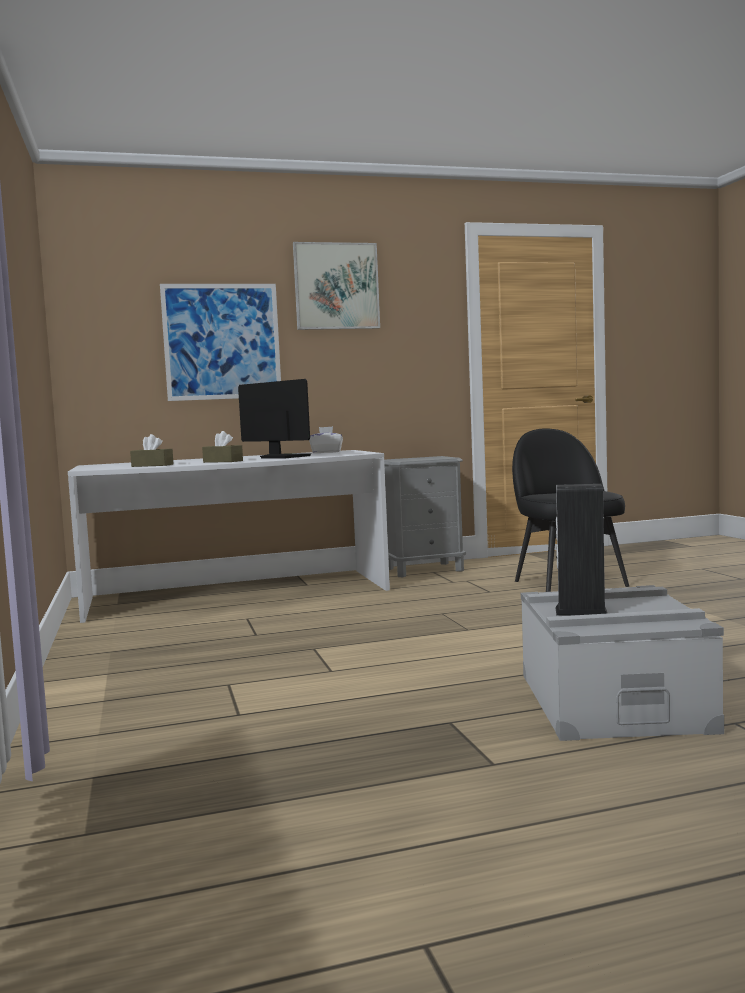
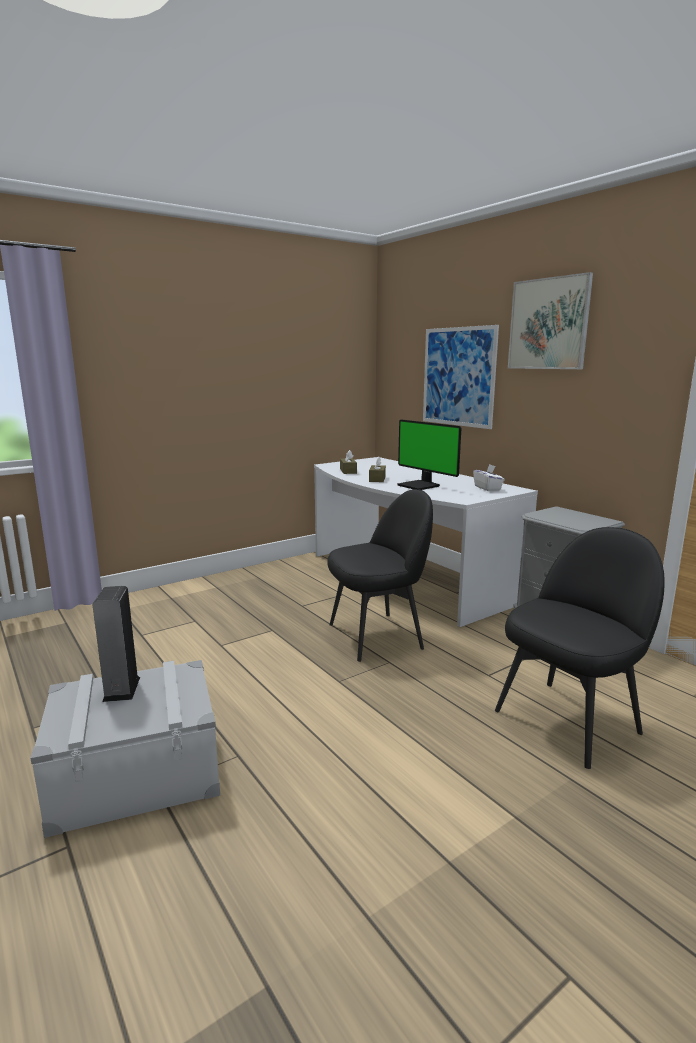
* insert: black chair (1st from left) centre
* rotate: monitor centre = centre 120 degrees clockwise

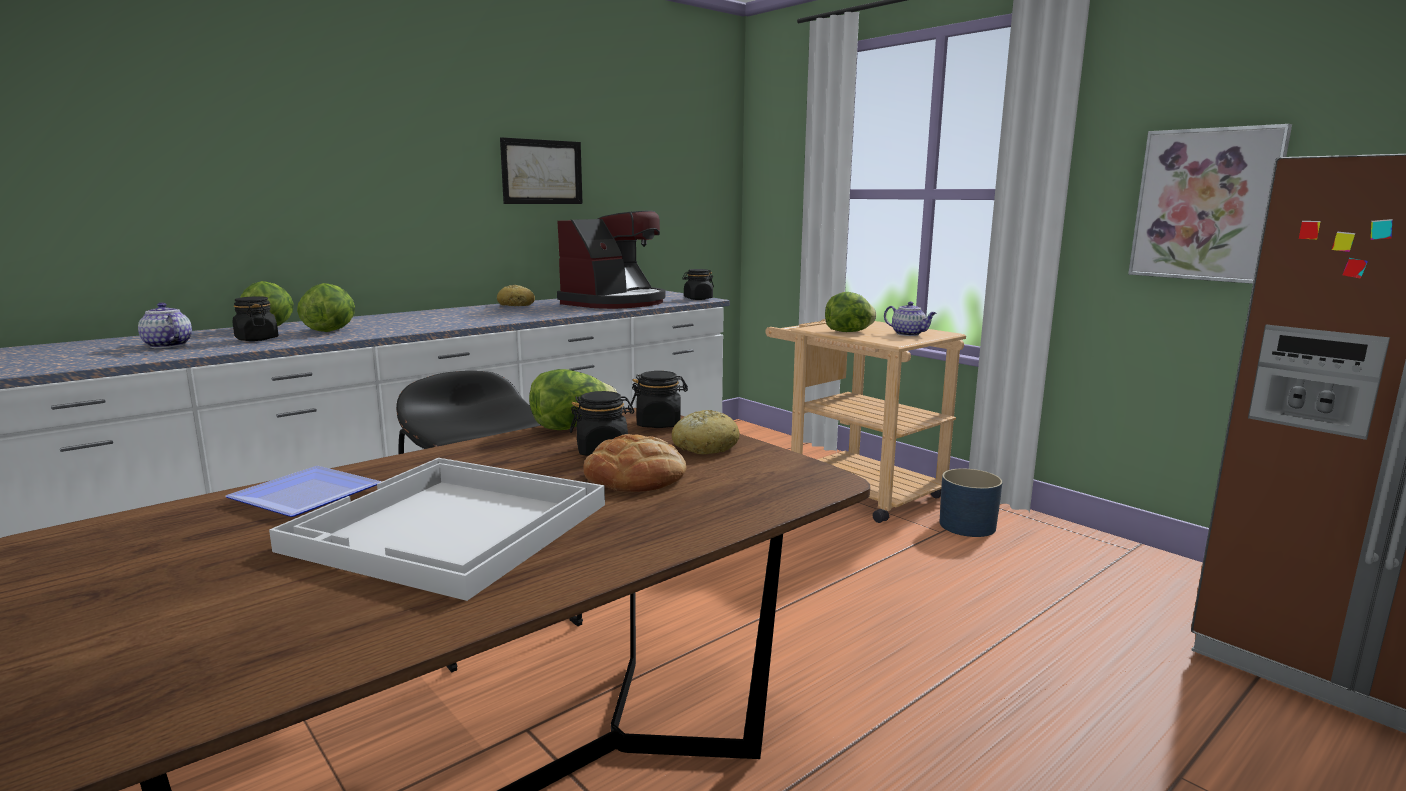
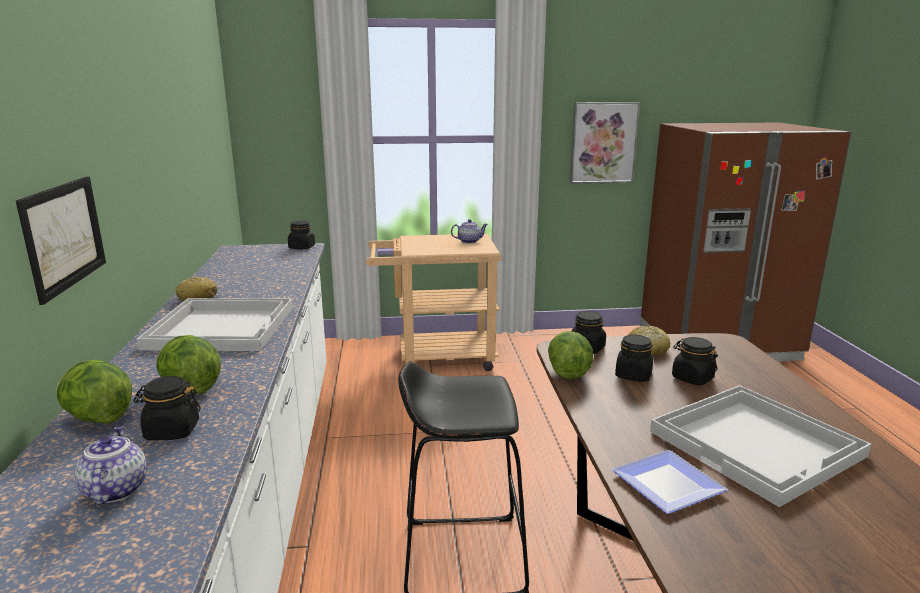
* move: picture (1st from left) top centre to middle left
* rotate: teapot (1st from left) middle left = bottom left 90 degrees clockwise
* insert: white tray (1st from left) middle left
* replace: bread (2nd from left) centre to black jar (5th from left) middle right
* delete: coffee machine top centre
* delete: lettuce (4th from left) centre
* delete: blue planter middle right

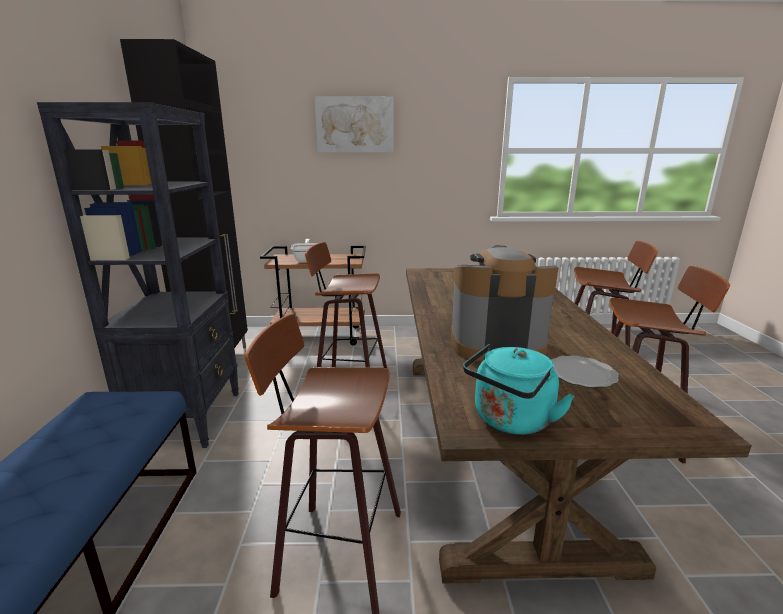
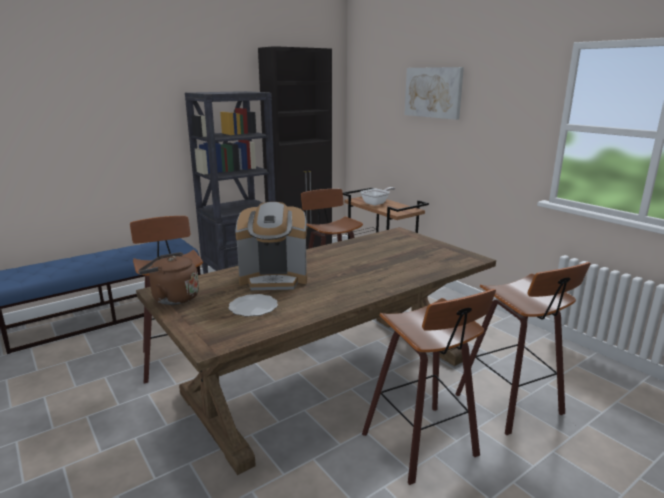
* recolor: turquoise kettle centre to brown kettle middle left
* rotate: coffee machine centre = centre 120 degrees clockwise

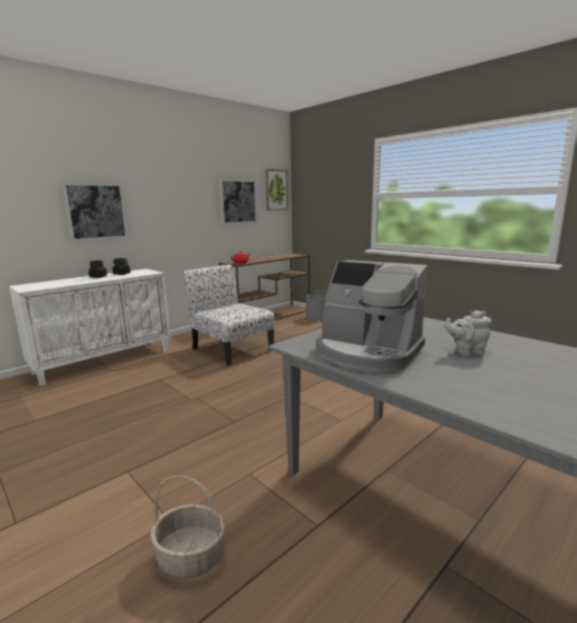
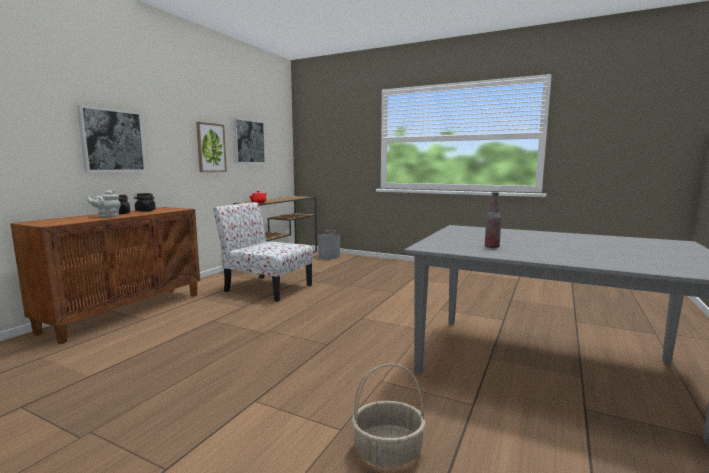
* recolor: white cabinet middle left to brown cabinet middle left
* move: grey teapot middle right to middle left
* move: picture (3rd from left in the first image) top centre to picture (2nd from left) top left
* replace: coffee machine centre to bottle middle right

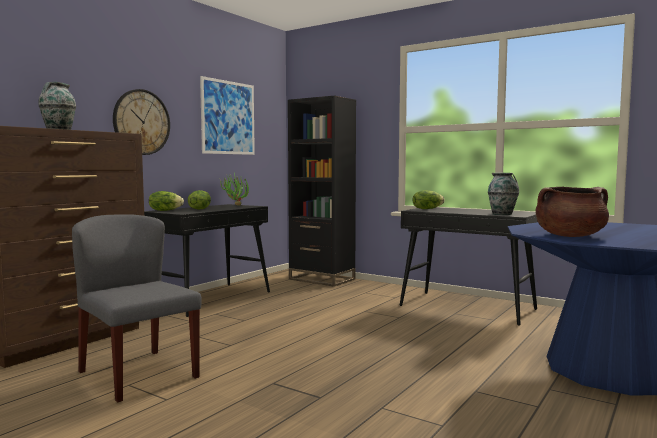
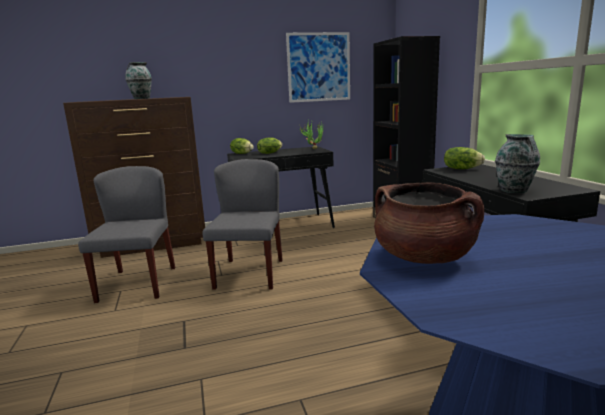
* insert: grey chair (2nd from left) centre
* delete: wall clock top left

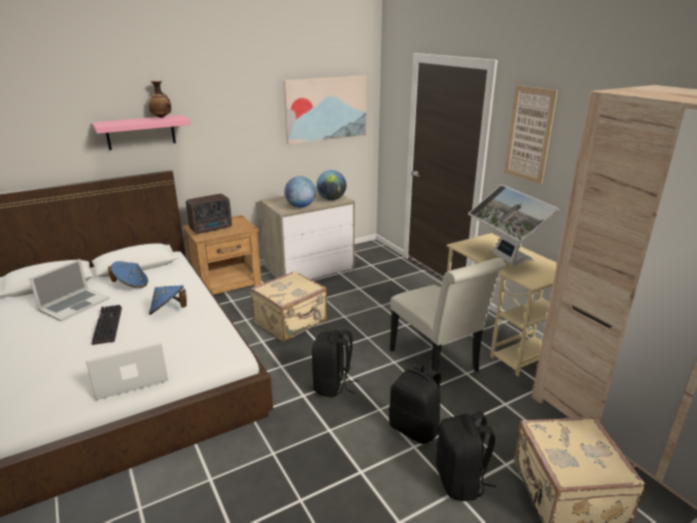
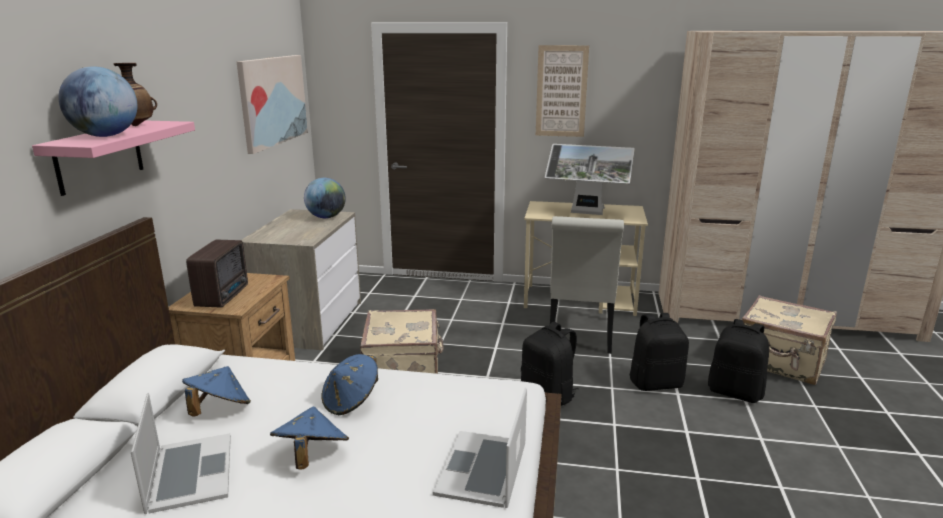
* move: globe (1st from left) centre to top left
* replace: keyboard middle left to blue hat (2nd from left) bottom left
* rotate: white chair centre = centre 90 degrees clockwise

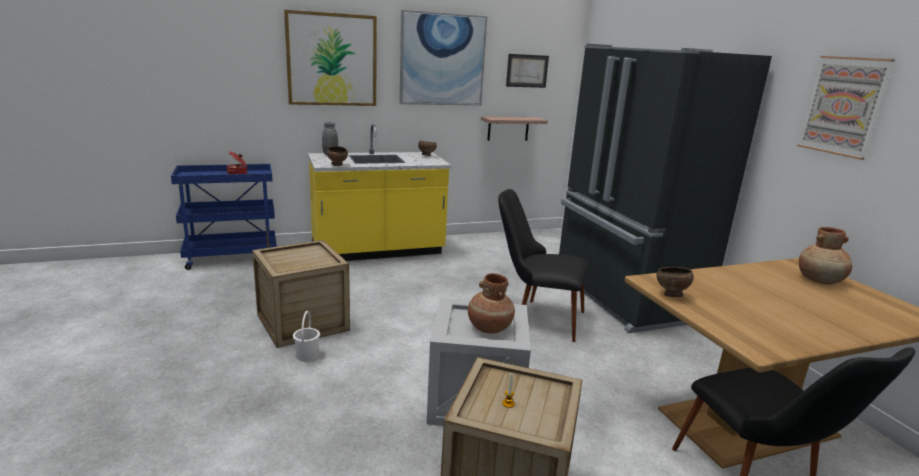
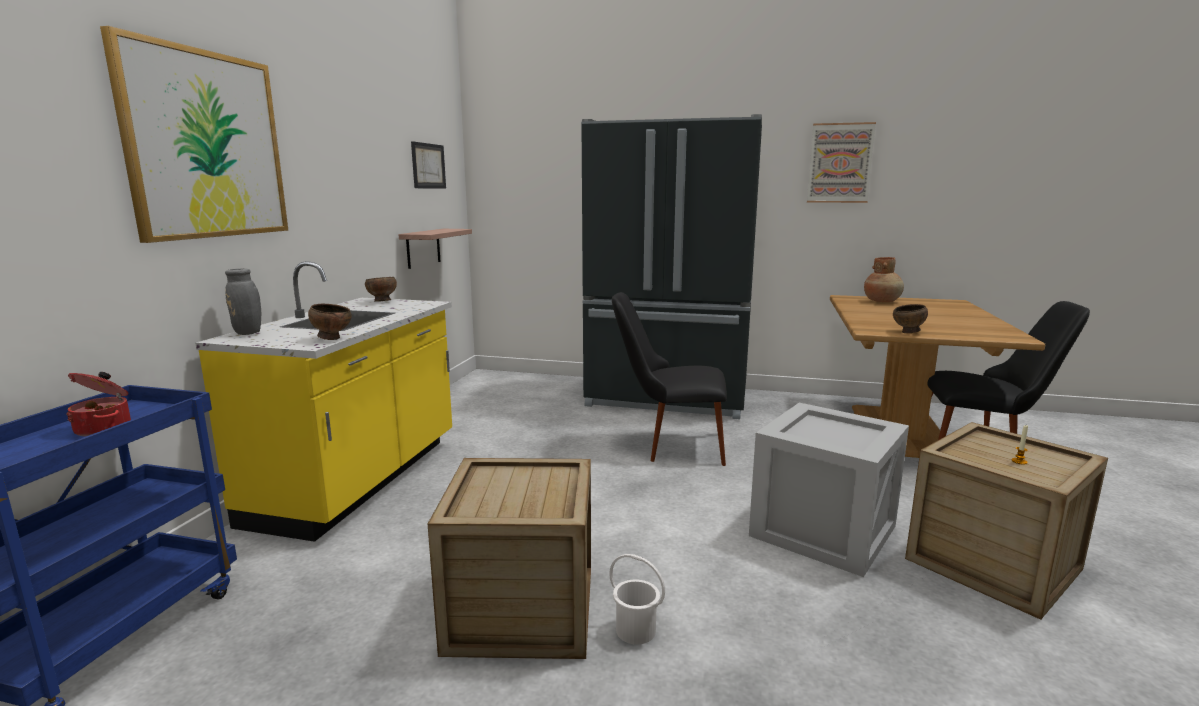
* rotate: black chair (1st from left) centre = centre 45 degrees clockwise
* delete: picture (2nd from left) top centre
* delete: brown vase (1st from left) centre

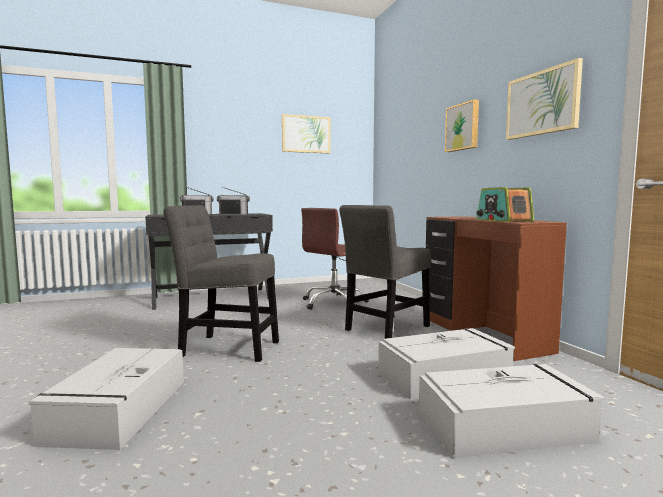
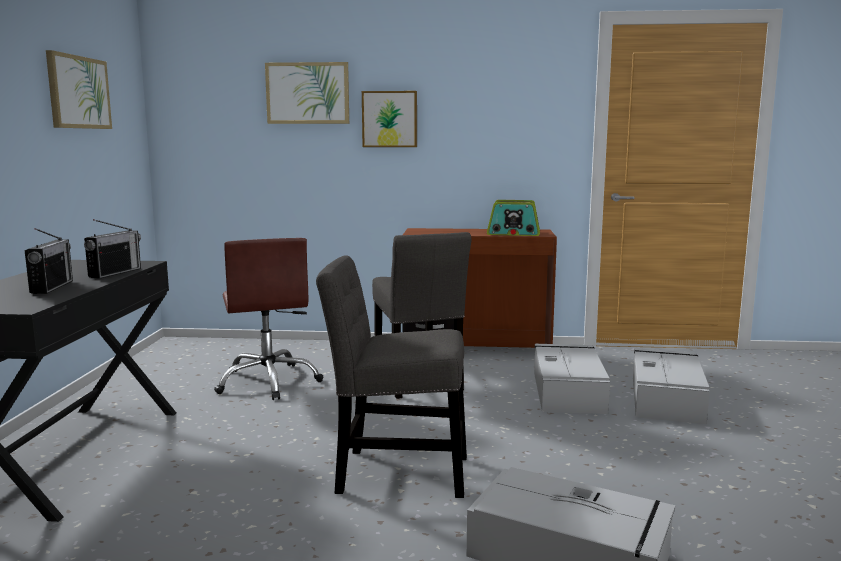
* move: picture (3rd from left in the first image) top right to picture (2nd from left) top centre
* rotate: grey chair (1st from left) centre = bottom centre 60 degrees clockwise

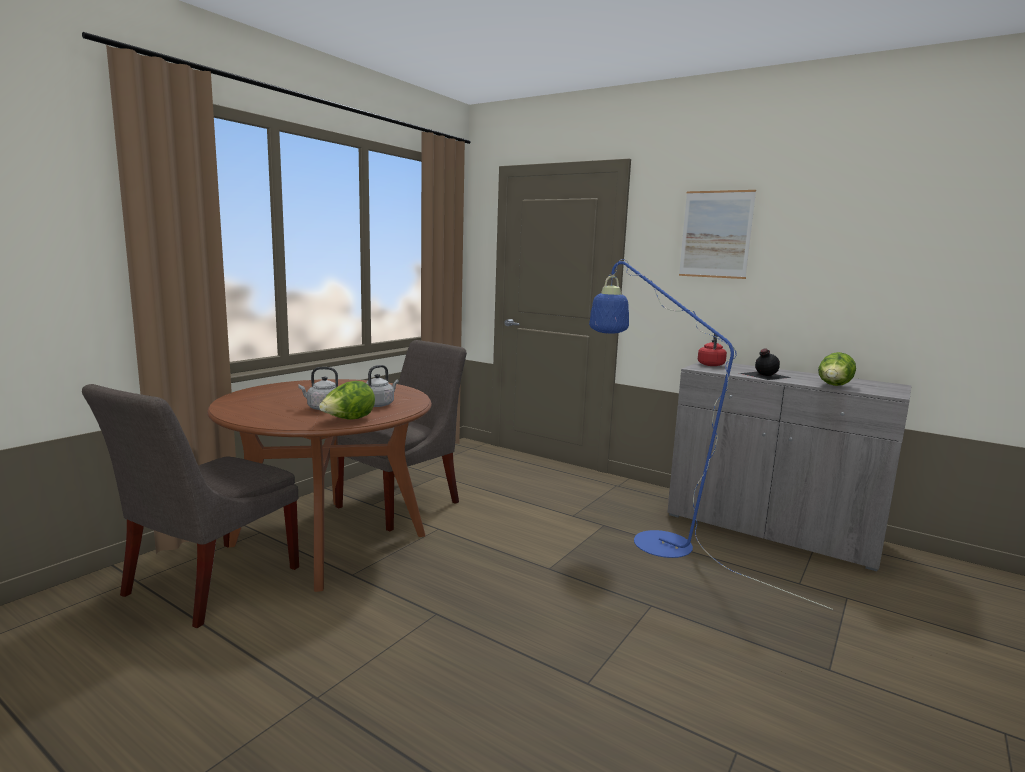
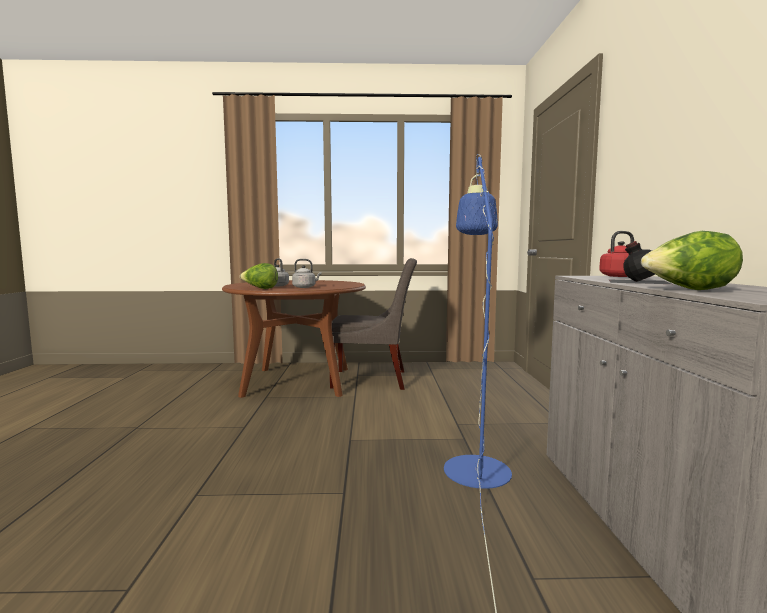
* delete: grey chair (1st from left) middle left
* delete: picture top right

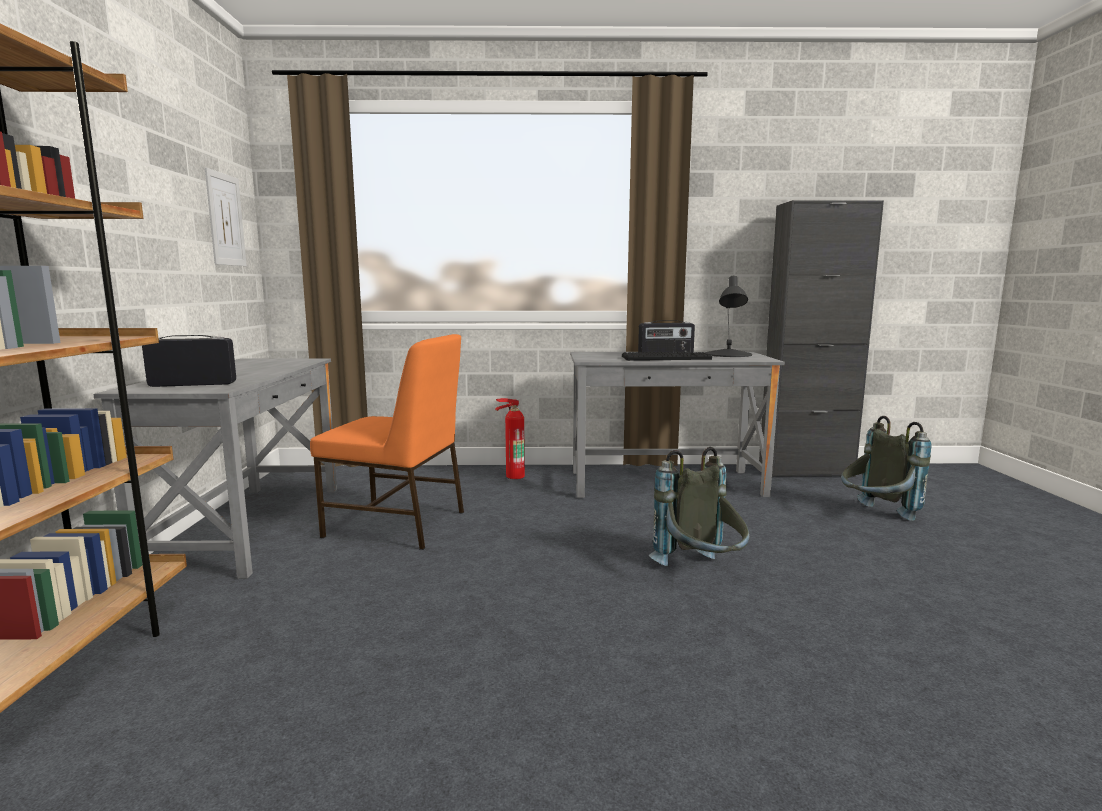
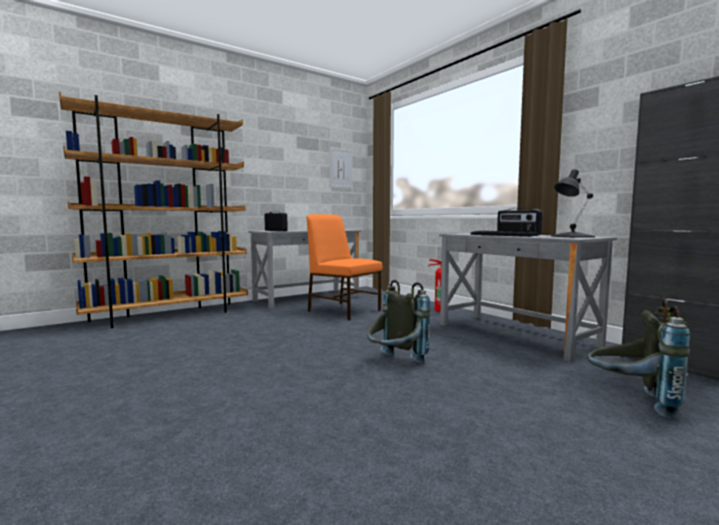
* rotate: orange chair centre = centre 150 degrees clockwise

